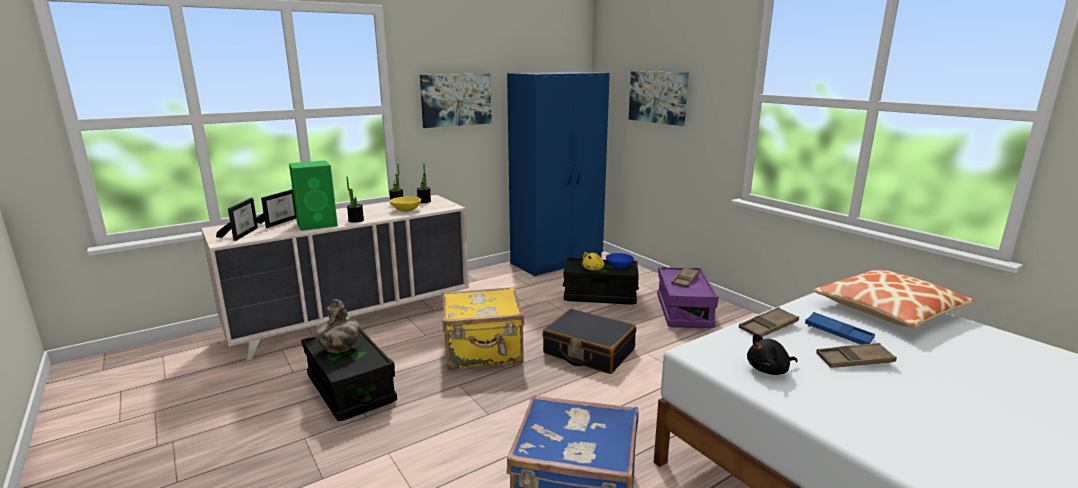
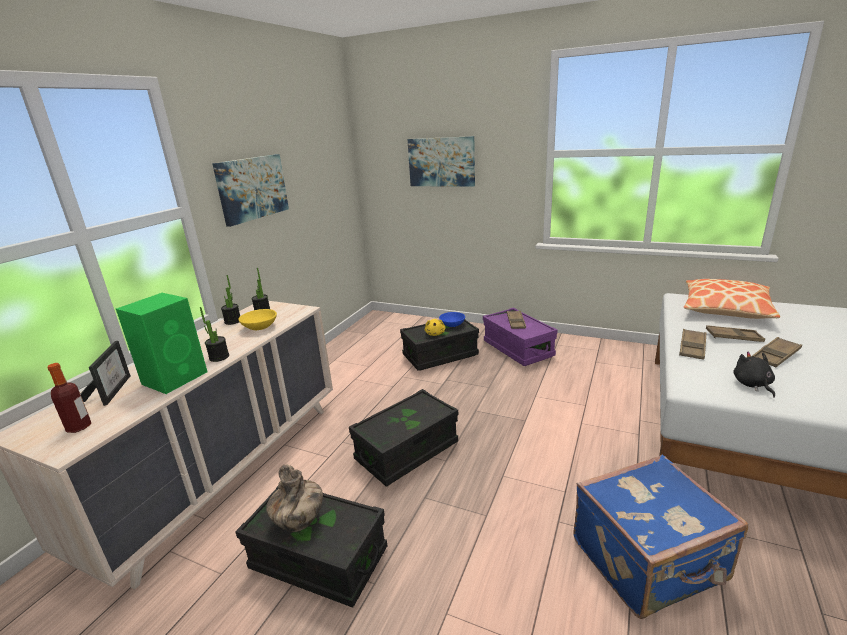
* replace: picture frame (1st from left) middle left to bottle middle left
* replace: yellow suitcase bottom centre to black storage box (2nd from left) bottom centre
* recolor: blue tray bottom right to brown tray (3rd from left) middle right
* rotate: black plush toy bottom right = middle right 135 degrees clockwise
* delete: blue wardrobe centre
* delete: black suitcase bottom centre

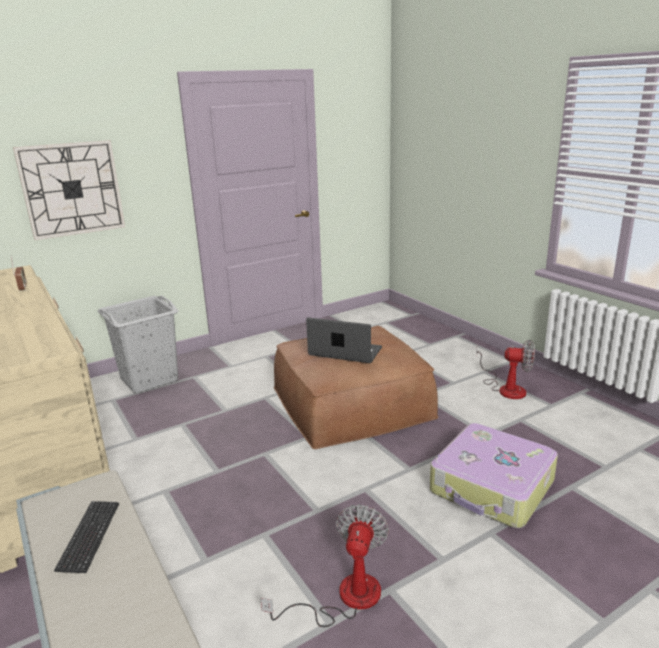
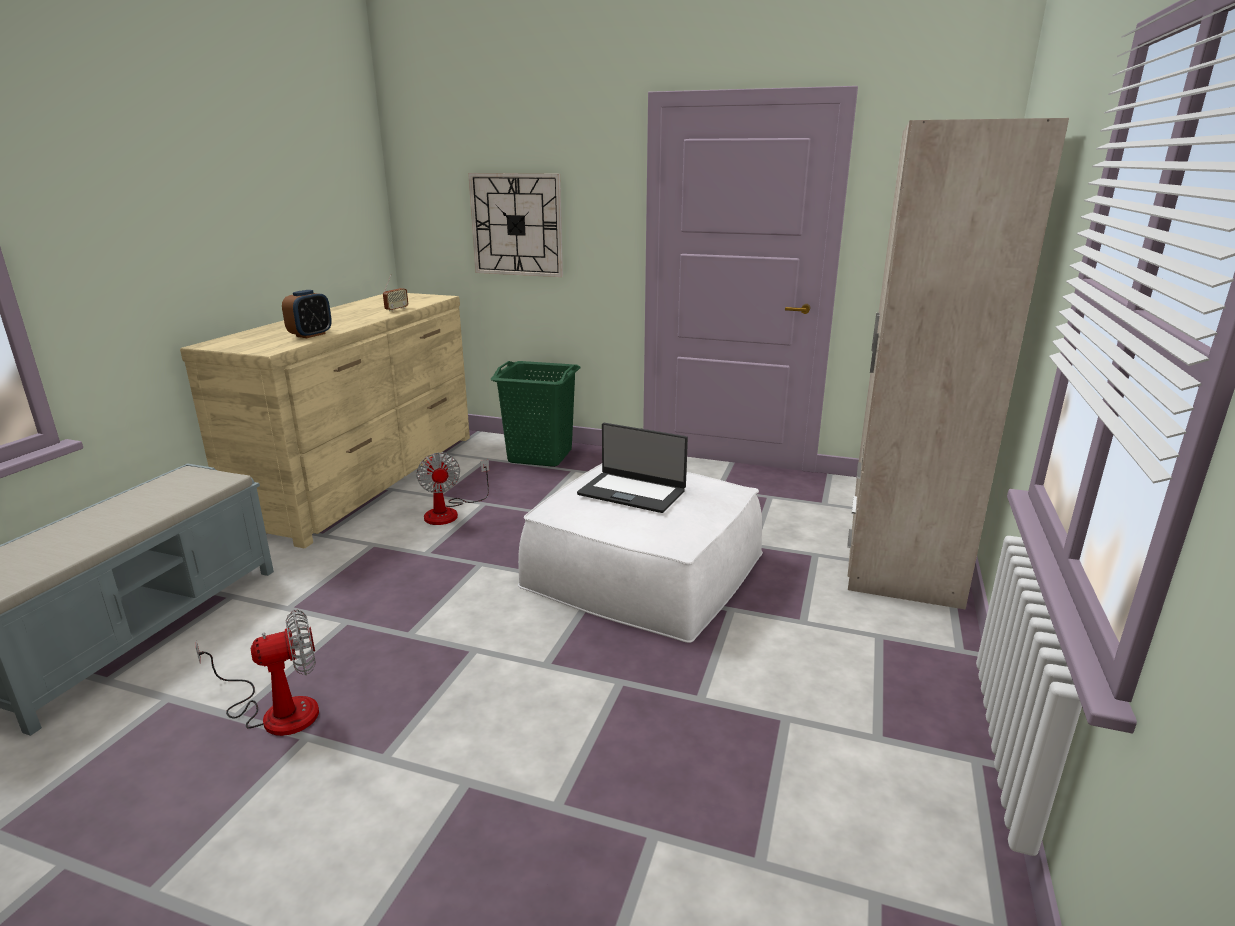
* insert: alarm clock middle left
* move: fan (2nd from left) middle right to centre
* recolor: grey laundry basket middle left to green laundry basket centre
* recolor: brown ottoman centre to white ottoman centre
* rotate: laptop centre = centre 135 degrees clockwise
* insert: beige wardrobe middle right
* delete: keyboard bottom left
* delete: suitcase bottom right

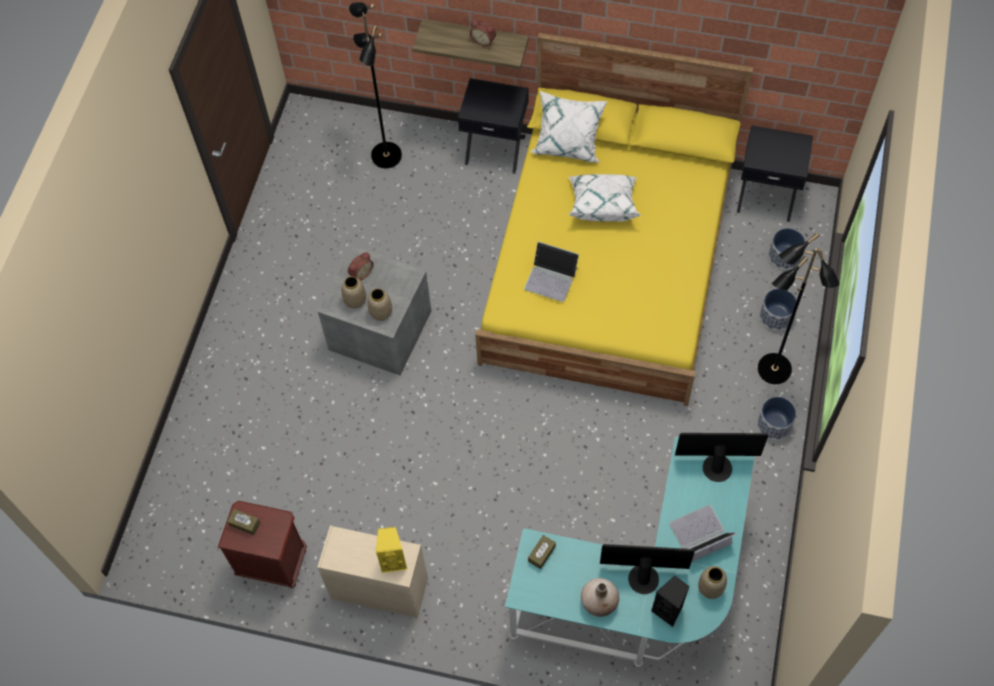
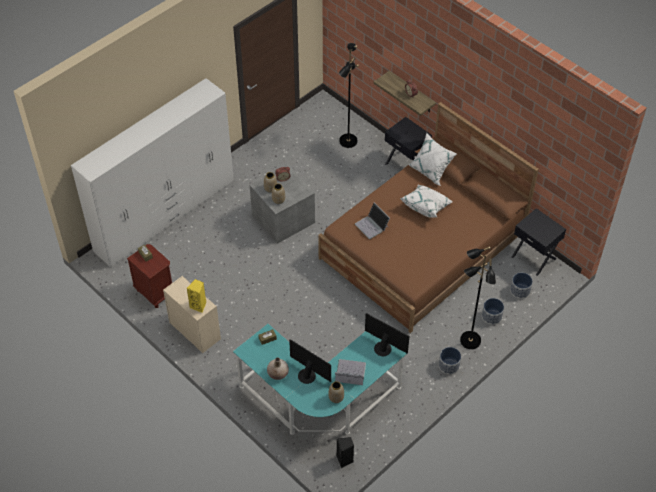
* insert: white wardrobe middle left
* recolor: yellow bed top centre to brown bed centre
* move: black speaker bottom right to bottom centre

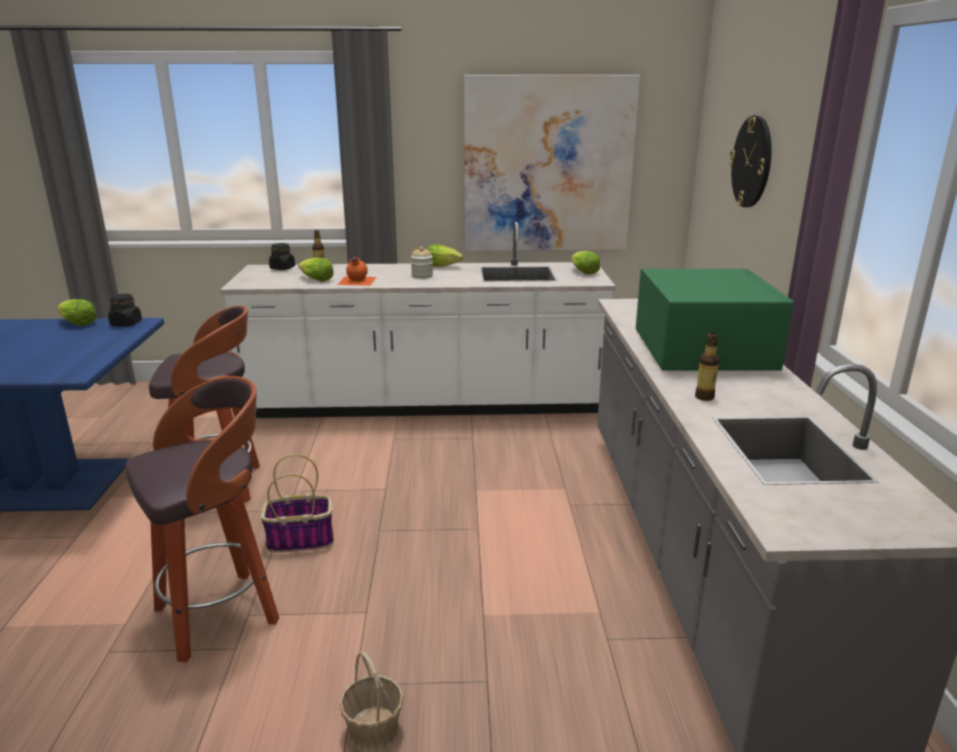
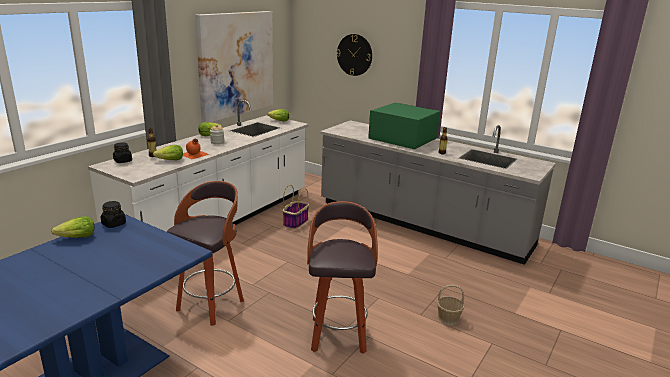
* move: basket (1st from left) bottom left to centre

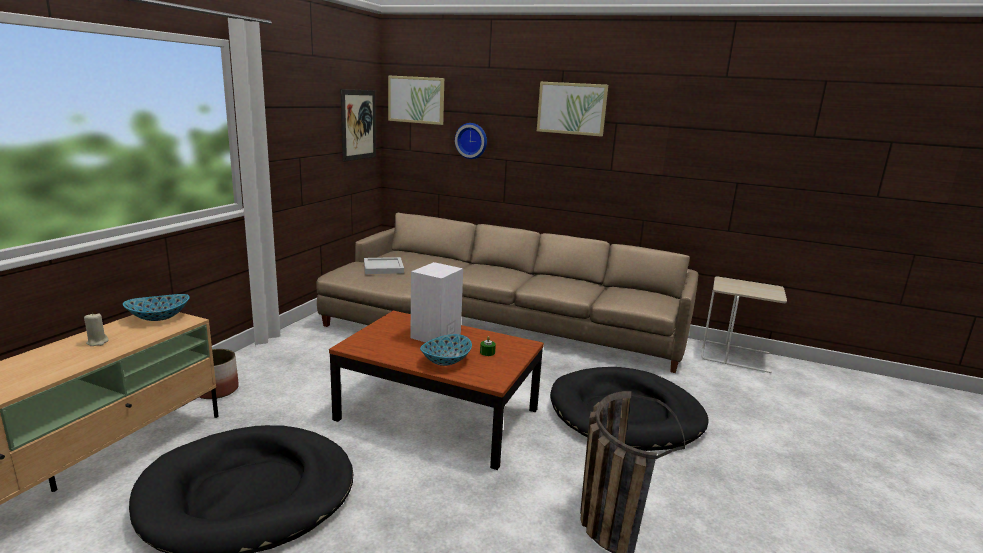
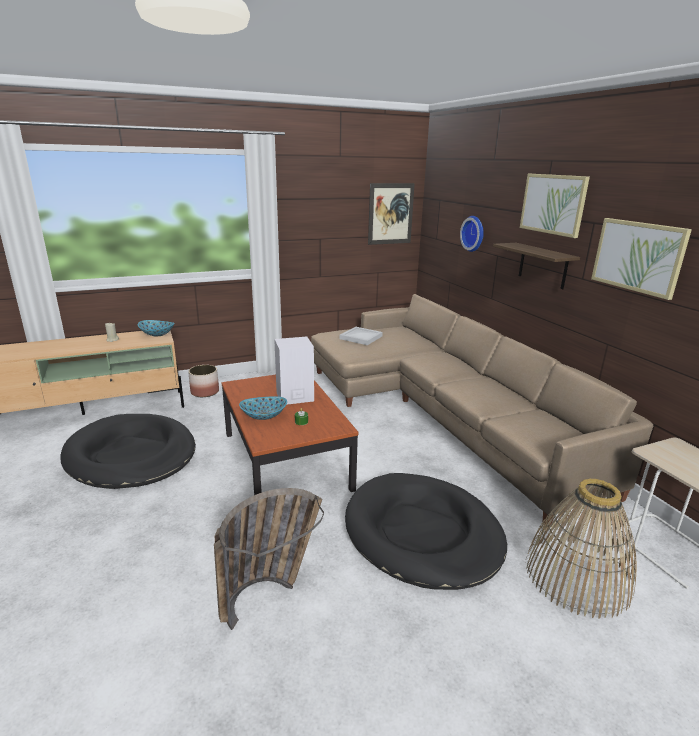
* insert: shelf middle right
* insert: basket (2nd from left) bottom right
* move: picture (2nd from left in the first image) top centre to picture (3rd from left) middle right

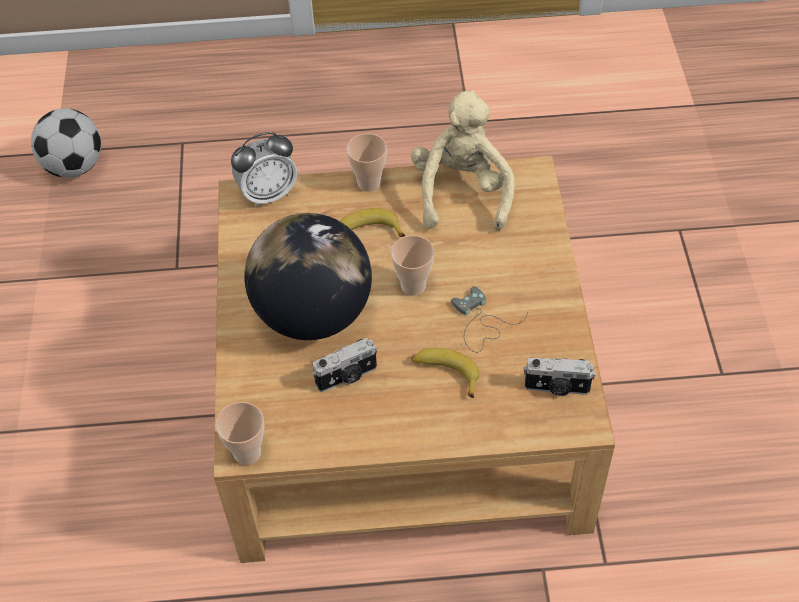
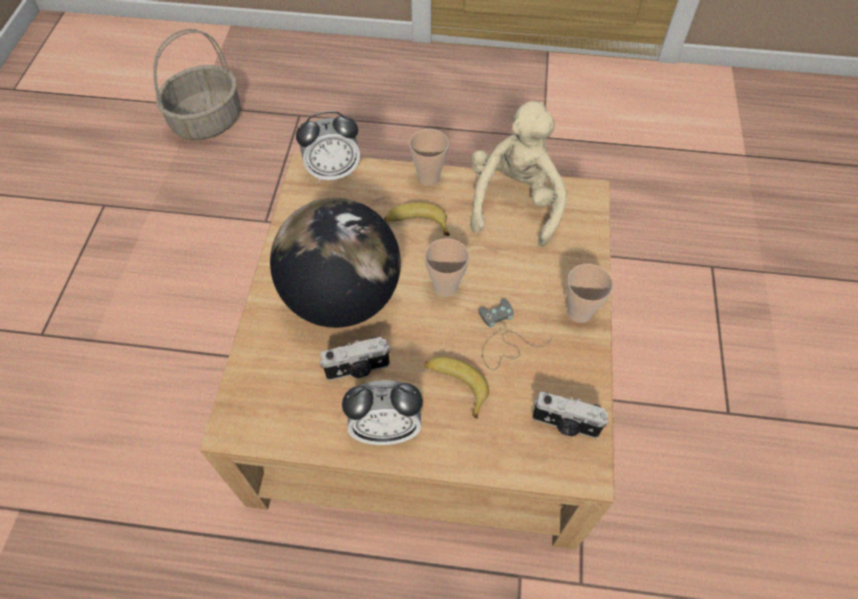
* replace: football top left to basket top left
* insert: alarm clock (2nd from left) bottom centre
* move: cup (1st from left in the first image) bottom left to cup (3rd from left) middle right

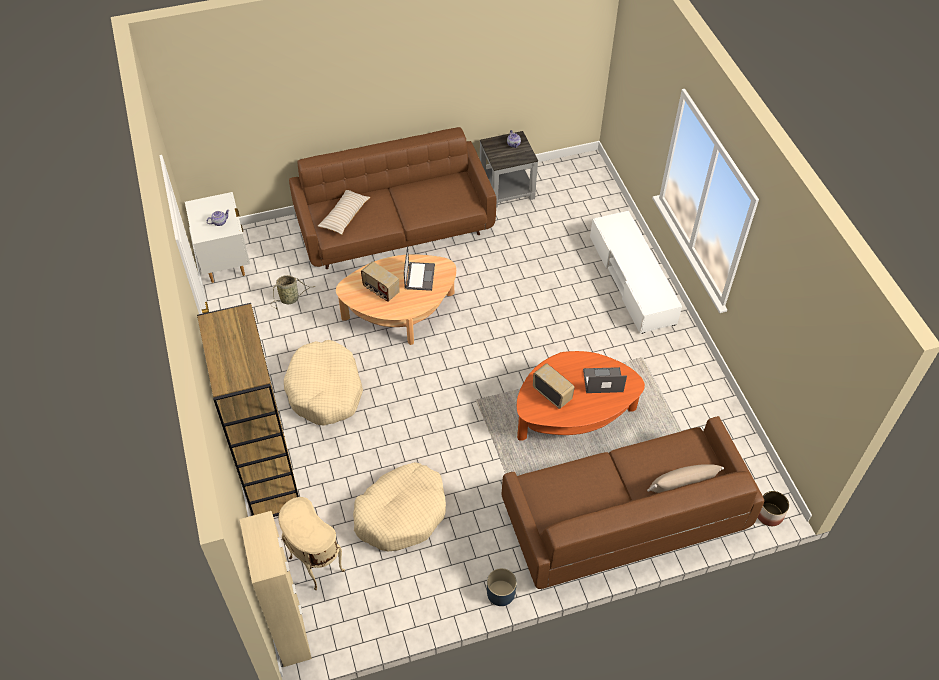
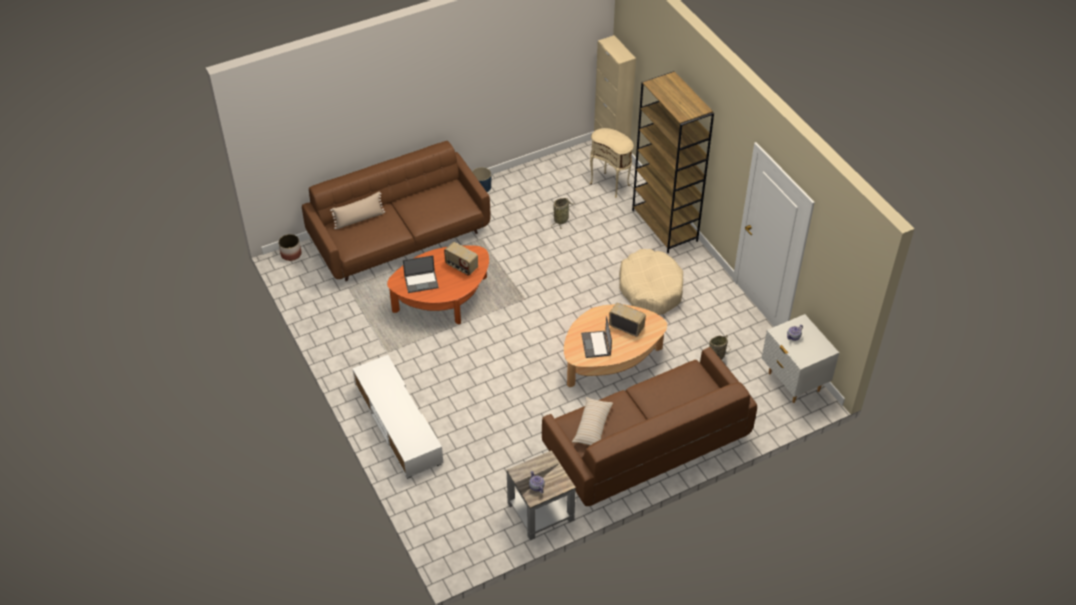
* replace: beige dog bed (2nd from left) bottom centre to basket (1st from left) centre
* move: beige pillow (1st from left in the first image) top centre to beige pillow (2nd from left) bottom centre

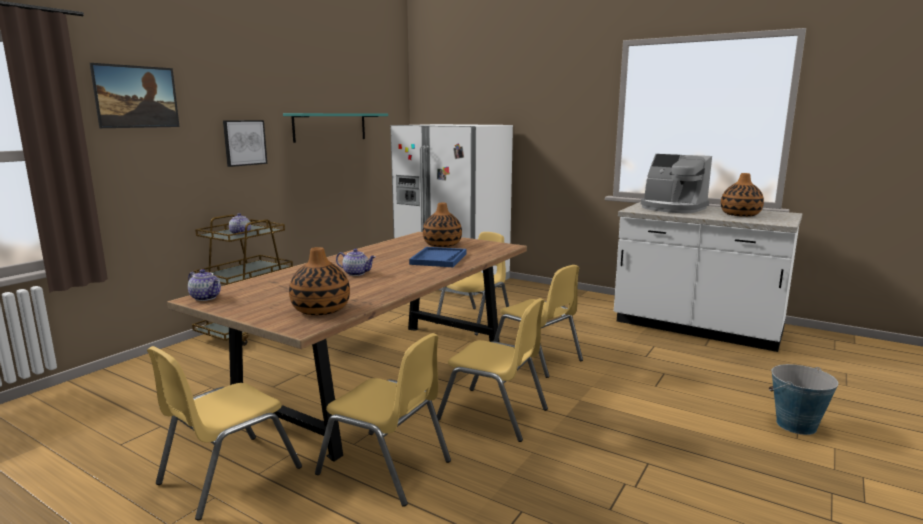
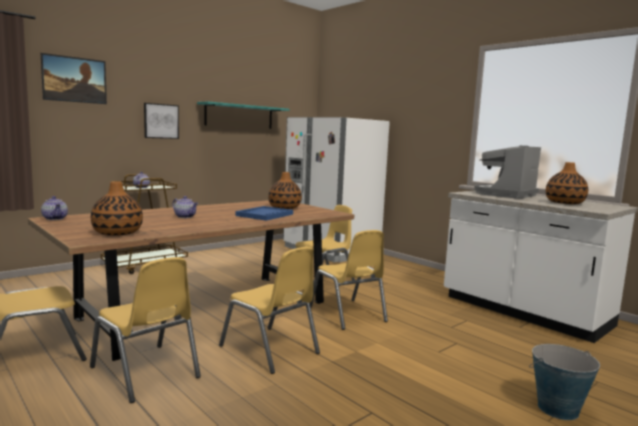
* rotate: coffee machine middle right = middle right 75 degrees clockwise

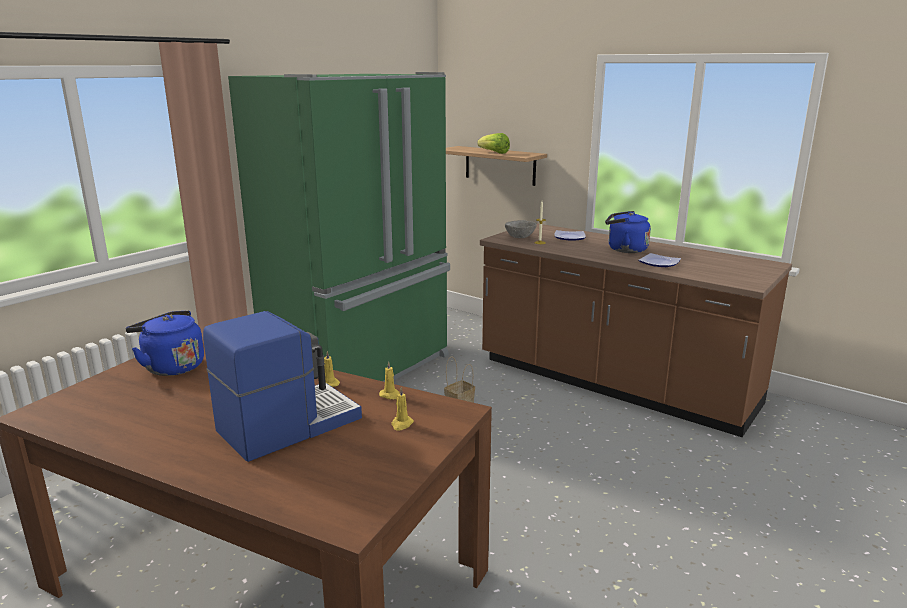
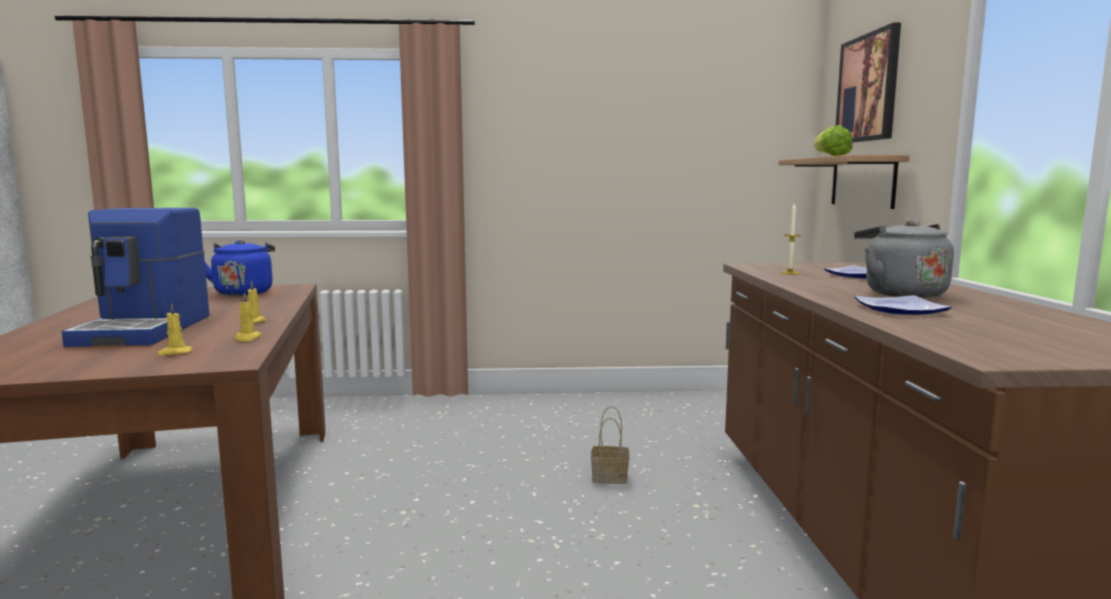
* rotate: coffee machine middle left = middle left 75 degrees clockwise
* insert: picture top right
* recolor: blue kettle (2nd from left) middle right to grey kettle middle right
* delete: green fridge centre
* delete: grey bowl centre

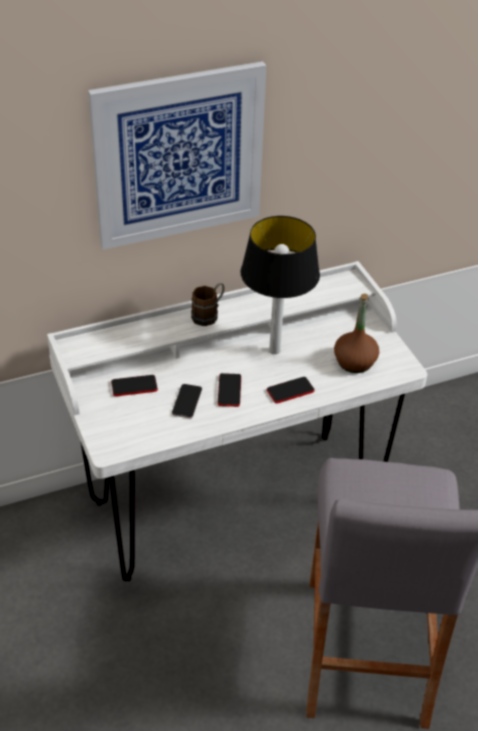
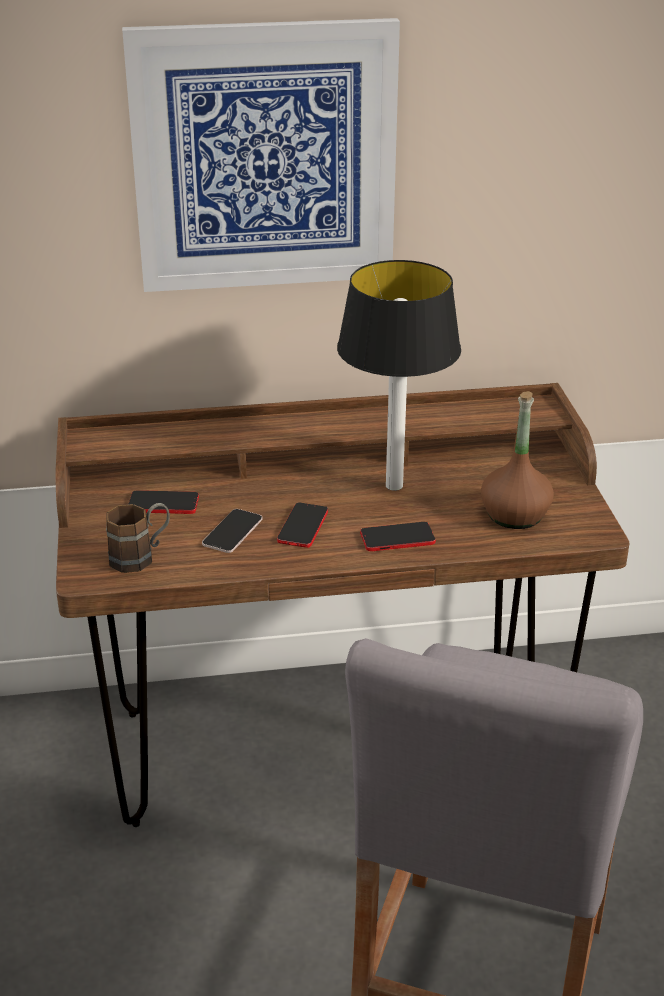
* recolor: white desk centre to brown desk centre
* move: brown mug centre to middle left

